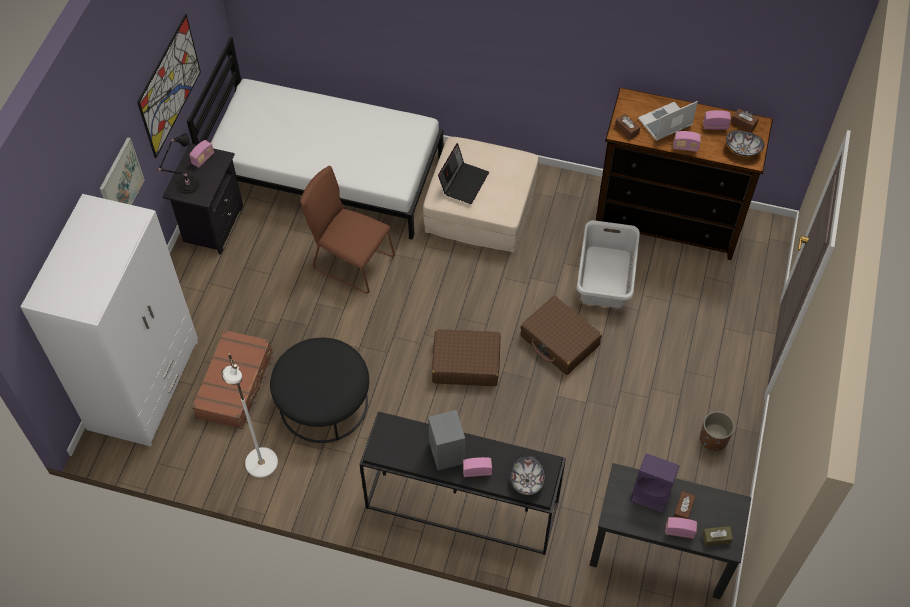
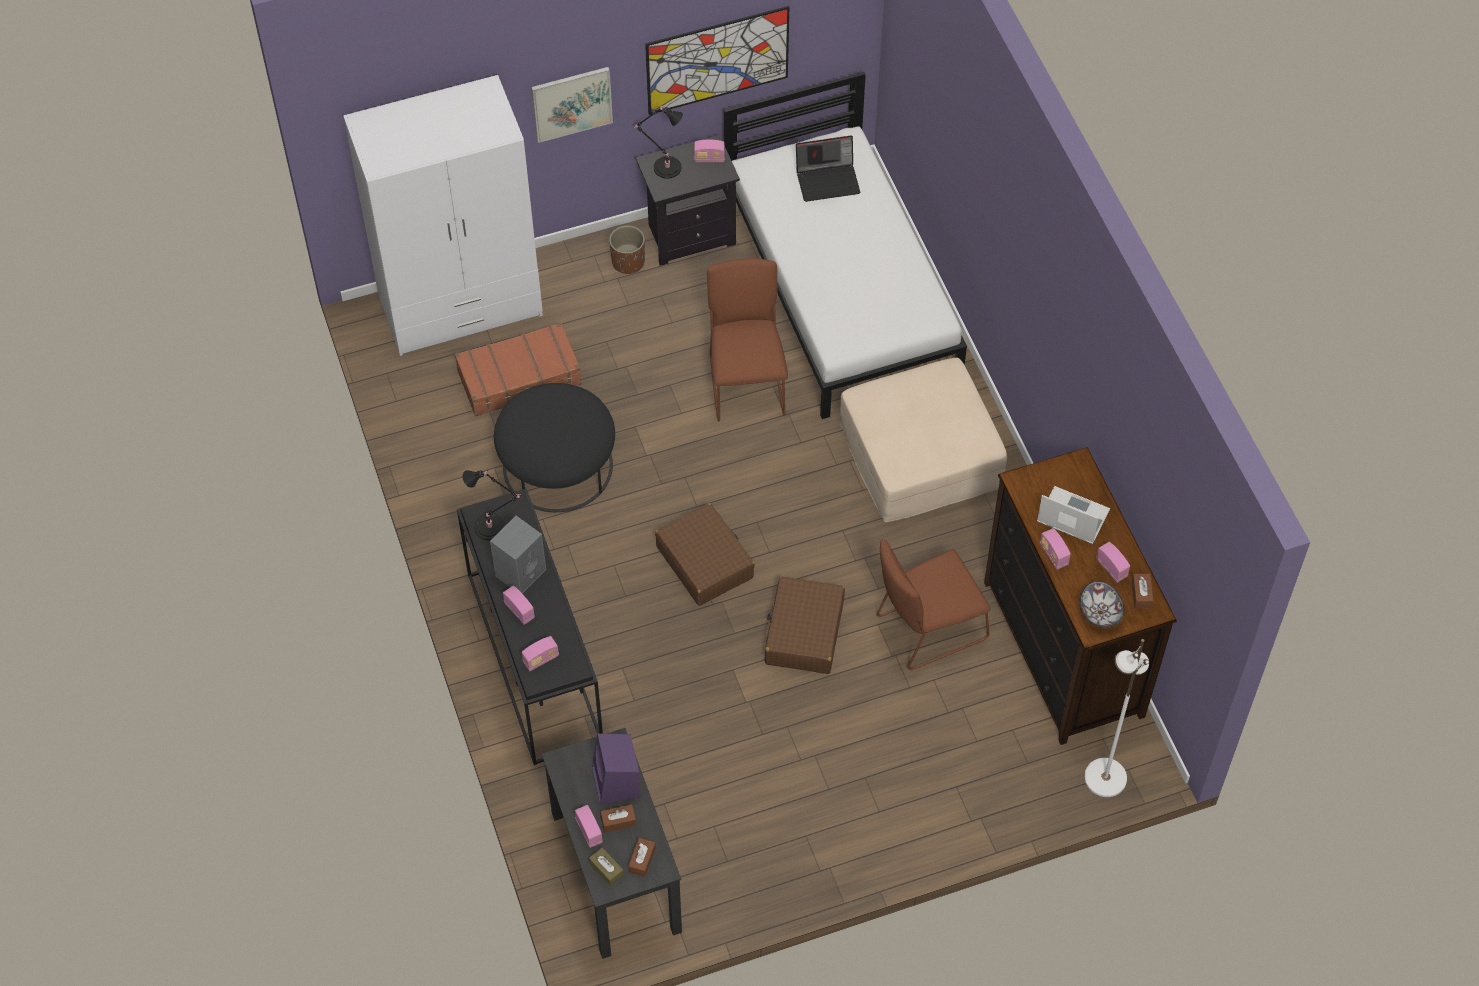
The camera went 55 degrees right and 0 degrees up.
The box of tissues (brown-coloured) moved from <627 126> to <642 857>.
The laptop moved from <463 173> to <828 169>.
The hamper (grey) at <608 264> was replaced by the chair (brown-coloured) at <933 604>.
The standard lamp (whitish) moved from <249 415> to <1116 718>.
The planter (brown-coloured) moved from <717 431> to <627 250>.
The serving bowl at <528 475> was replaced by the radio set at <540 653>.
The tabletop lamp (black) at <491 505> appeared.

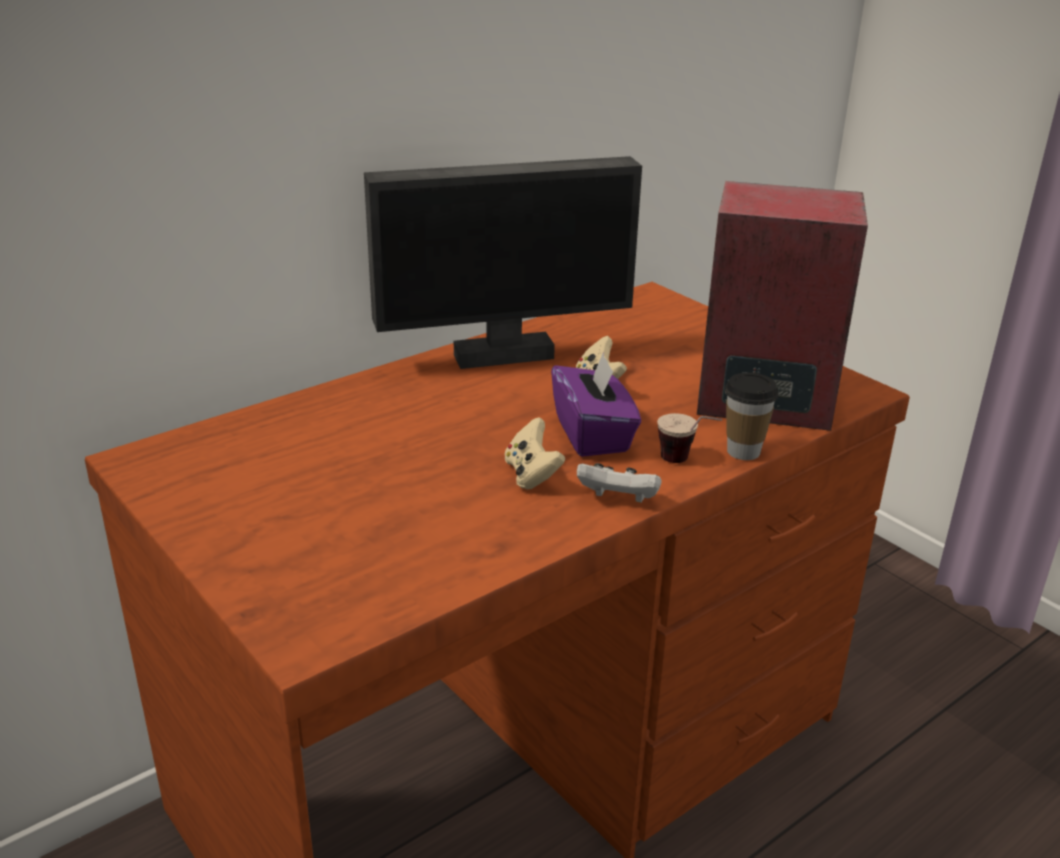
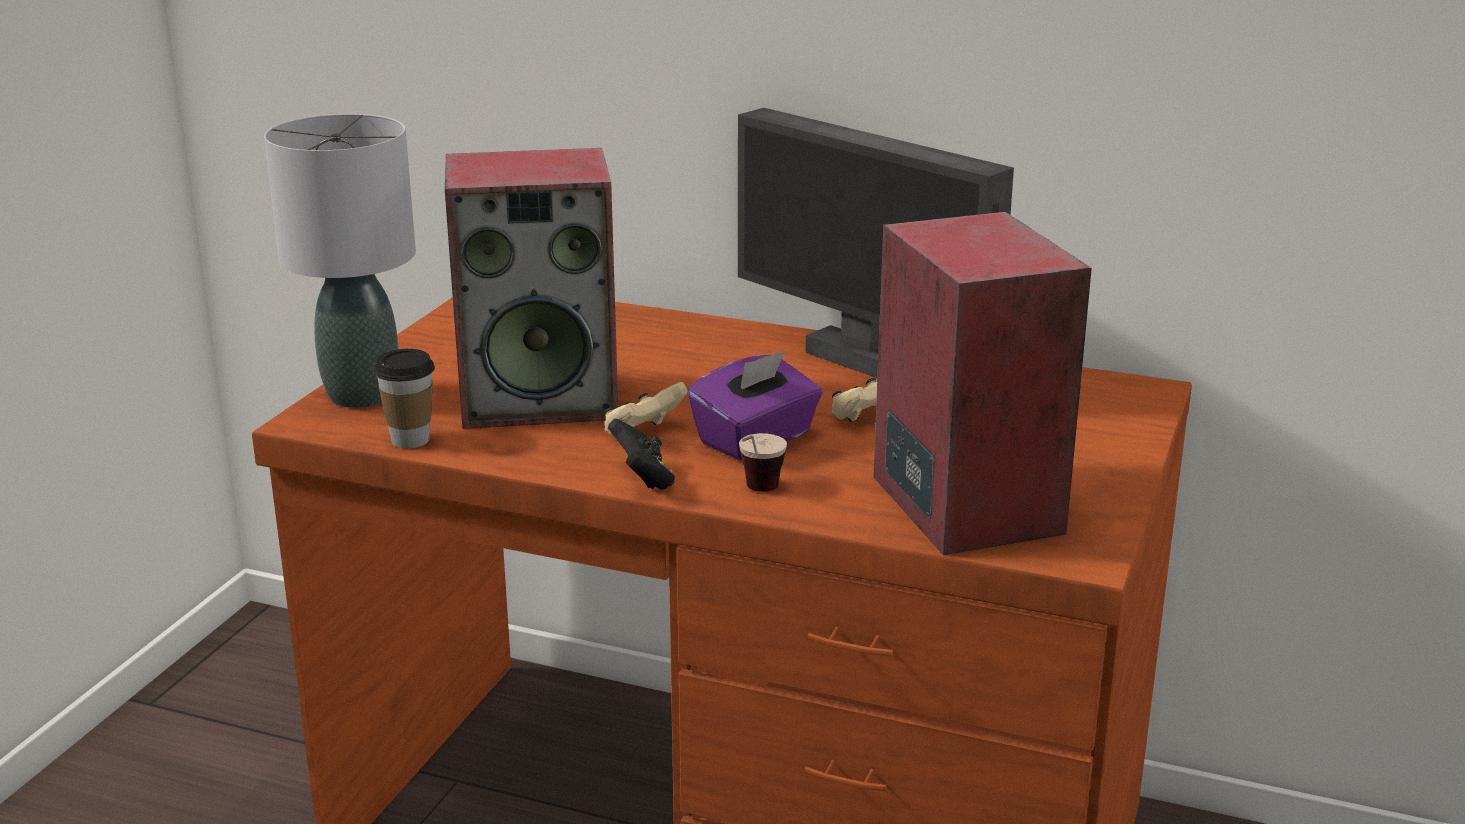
The camera went 60 degrees right and 5 degrees down.
The drinking cup moved from <751 416> to <404 398>.
The game controller (whitish) at <619 483> became the game controller (black) at <641 454>.
The tabletop lamp (grey) at <340 261> appeared.
The audio speaker at <531 288> appeared.

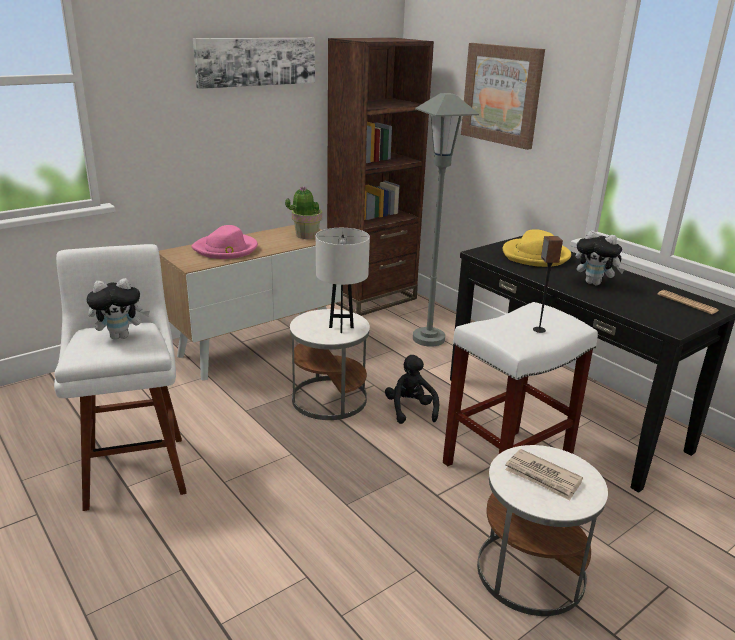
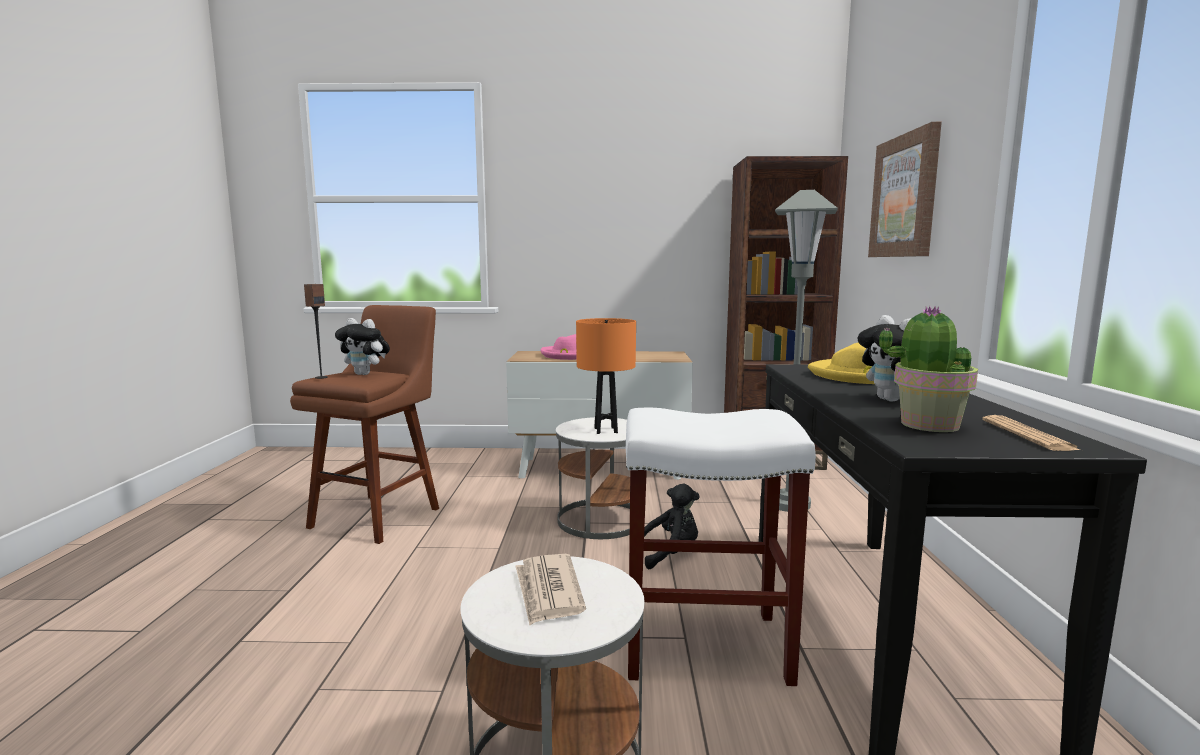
The camera went 40 degrees right and 15 degrees down.
The picture at <254 63> disappeared.
The houseplant moved from <303 212> to <928 369>.
The tabletop lamp (whitish) at <343 280> became the tabletop lamp (orange-coloured) at <606 376>.
The audio speaker moved from <548 284> to <316 331>.
The sitting stool (whitish) at <120 377> became the sitting stool (brown-coloured) at <364 424>.
The plush toy (black) at <412 389> turned 45 degrees clockwise.

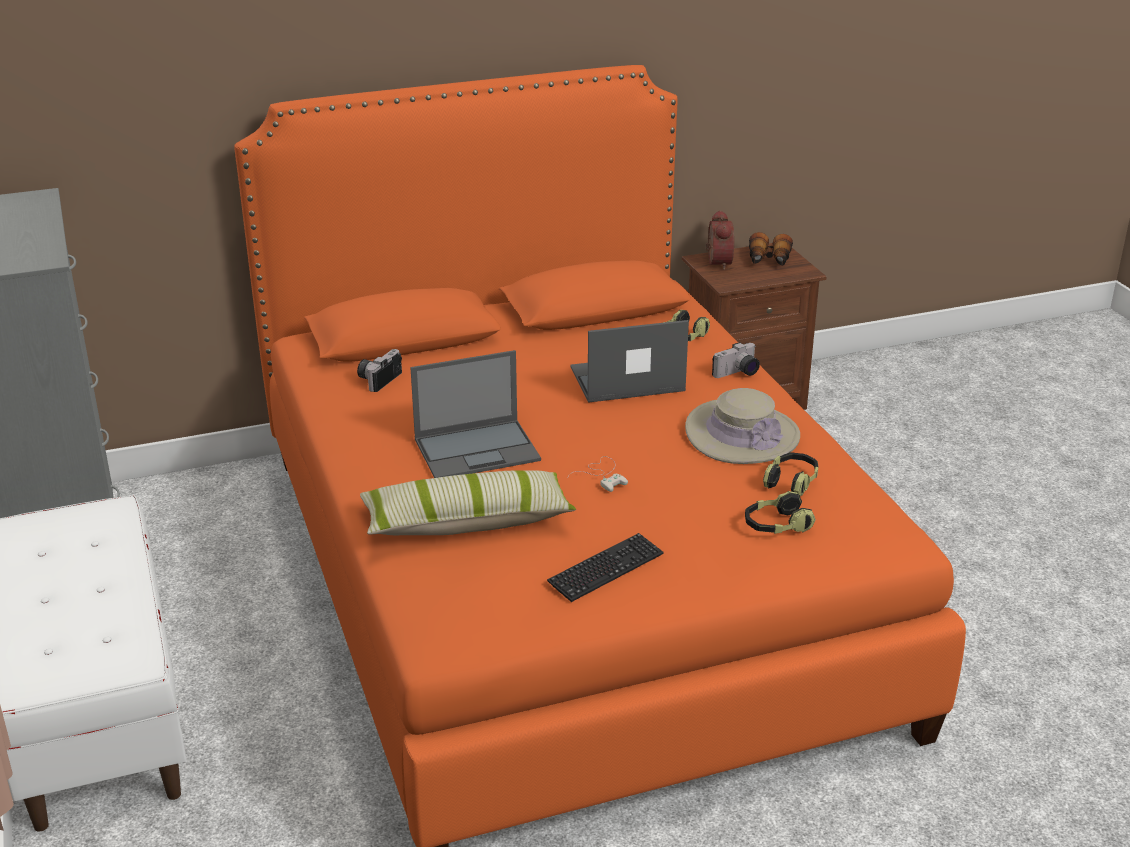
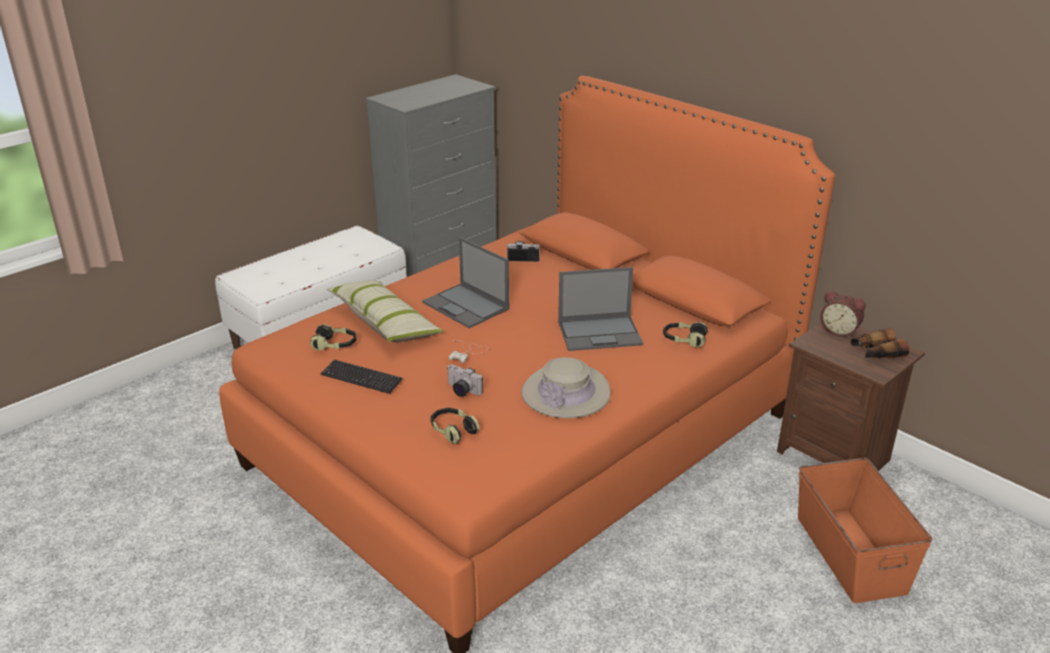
The camera went 65 degrees right and 0 degrees up.
The bedside clock at <719 240> turned 60 degrees clockwise.
The laptop at <629 361> turned 120 degrees clockwise.
The still camera moved from <736 360> to <465 381>.
The pair of headphones moved from <790 474> to <333 337>.
The storage container (orange-coloured) at <865 530> appeared.

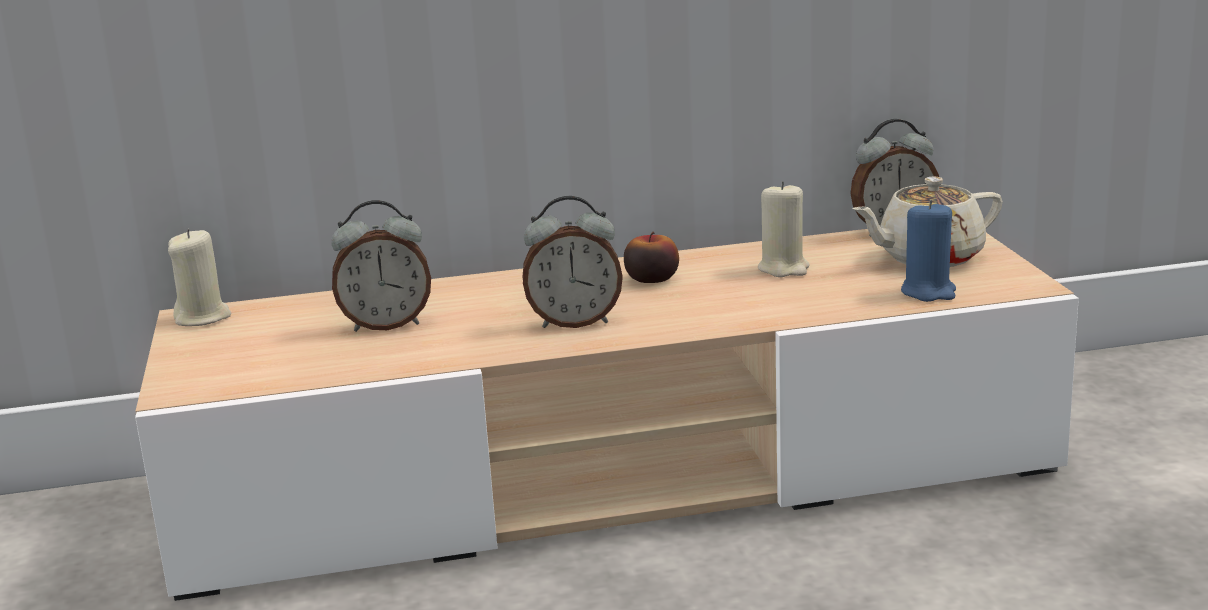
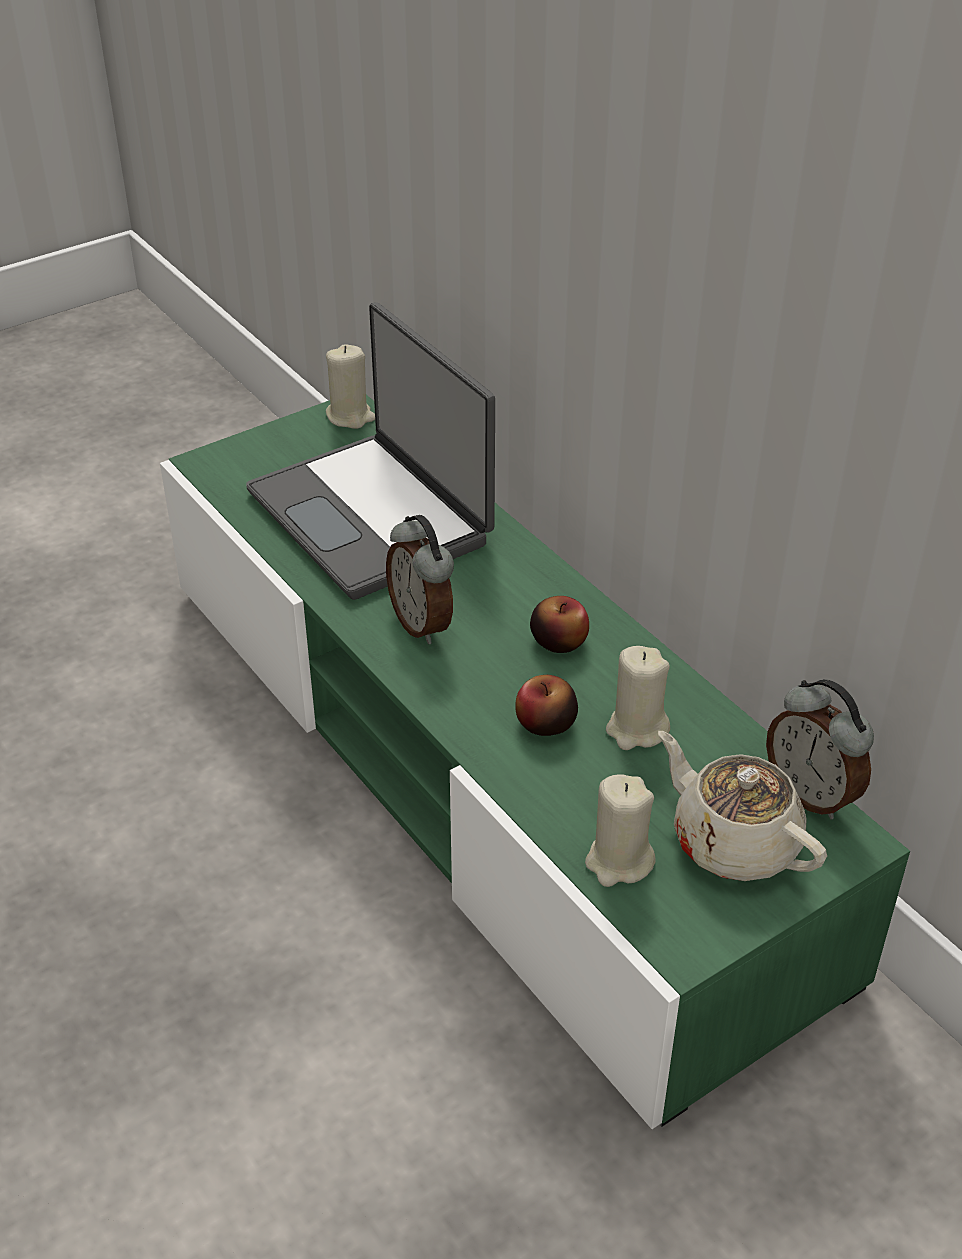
The camera went 65 degrees right and 20 degrees up.
The bedside clock at <381 266> was replaced by the laptop at <370 451>.
The wax light (blue) at <928 251> became the wax light (beige) at <620 830>.
The tv stand (beige) at <607 415> became the tv stand (greenish) at <535 762>.
The whole apple at <546 705> appeared.

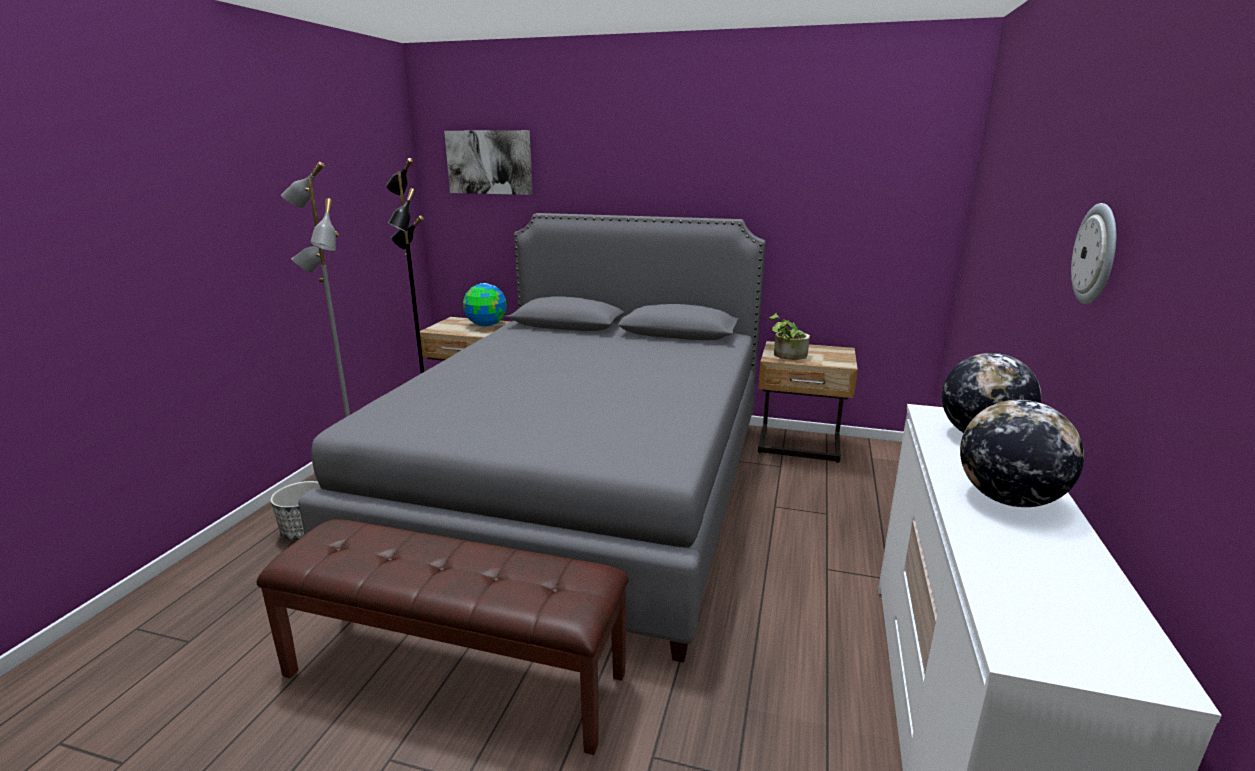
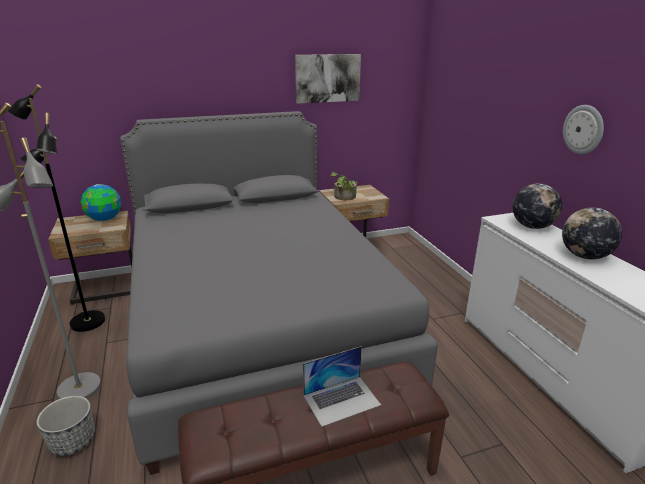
The camera went 35 degrees left and 5 degrees up.
The picture moved from <488 162> to <328 79>.
The laptop at <342 386> appeared.

